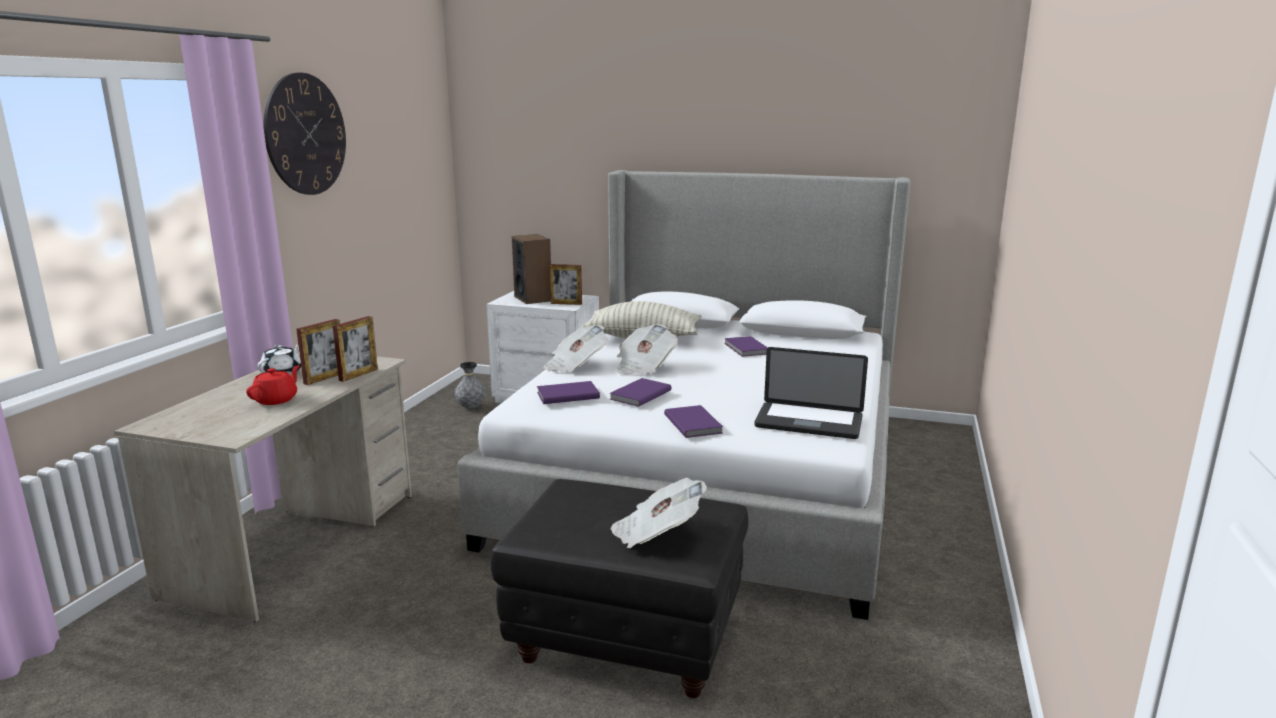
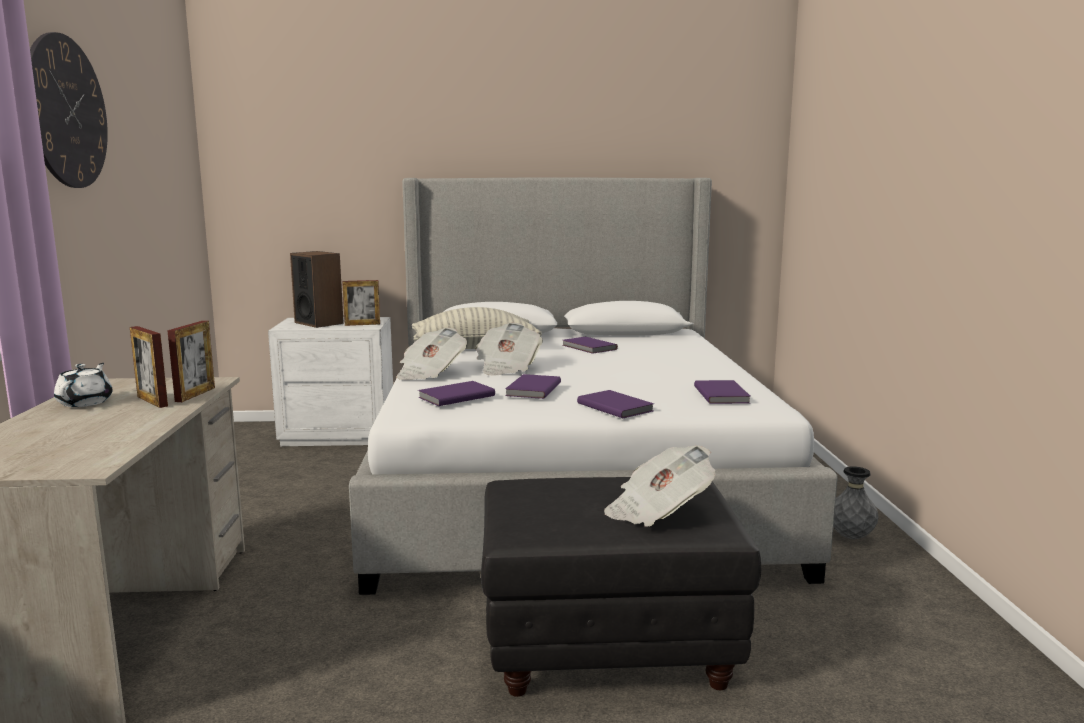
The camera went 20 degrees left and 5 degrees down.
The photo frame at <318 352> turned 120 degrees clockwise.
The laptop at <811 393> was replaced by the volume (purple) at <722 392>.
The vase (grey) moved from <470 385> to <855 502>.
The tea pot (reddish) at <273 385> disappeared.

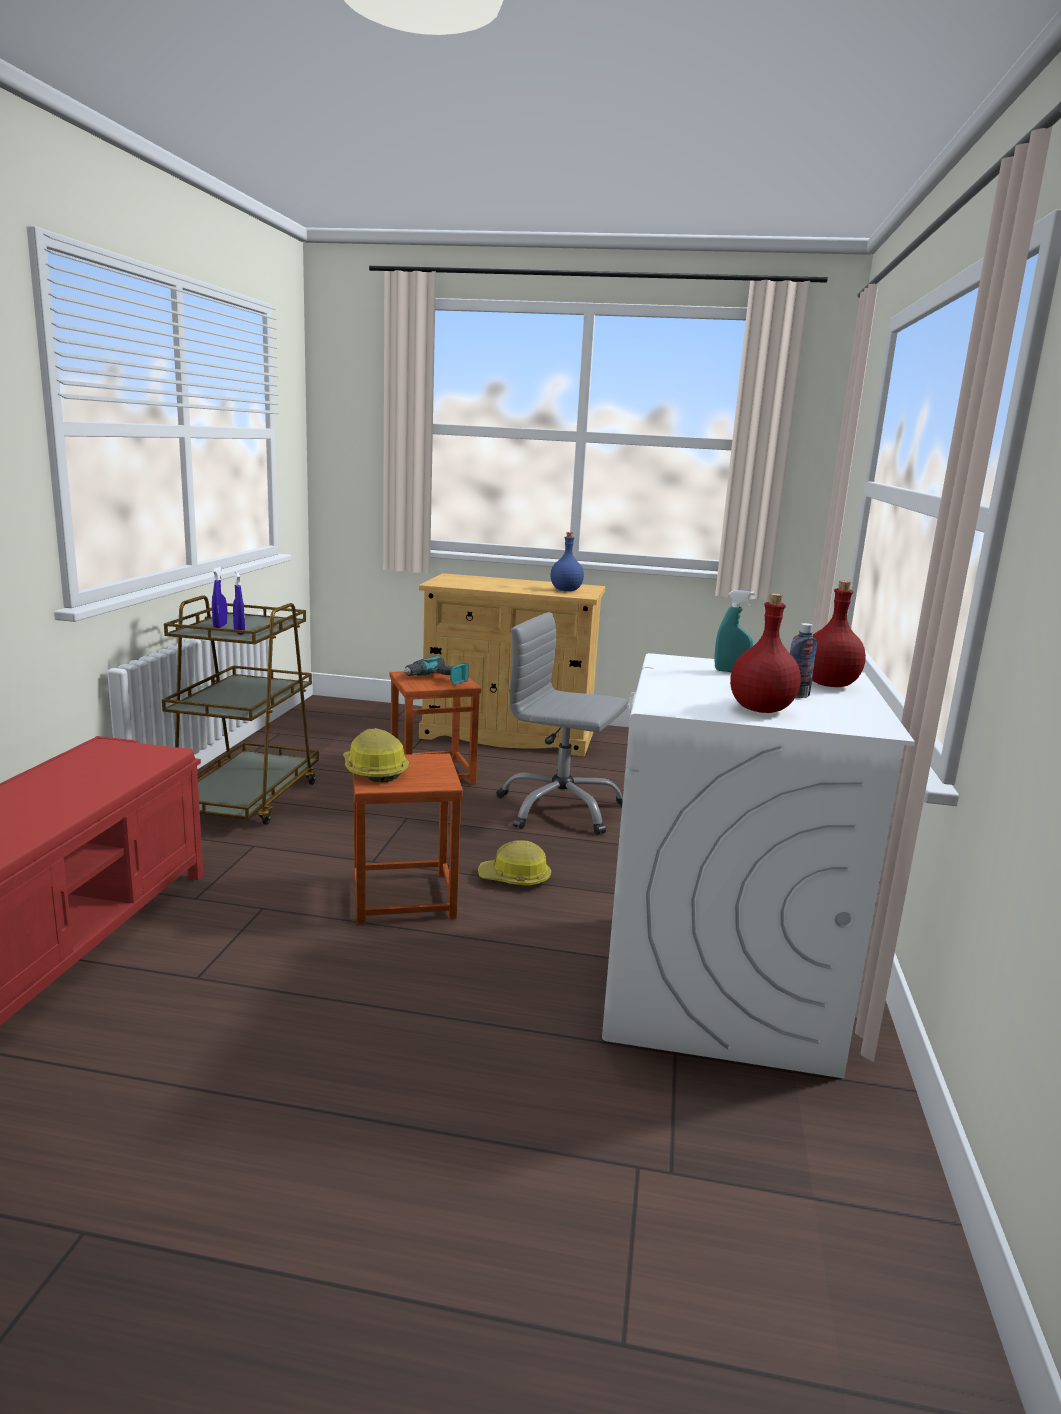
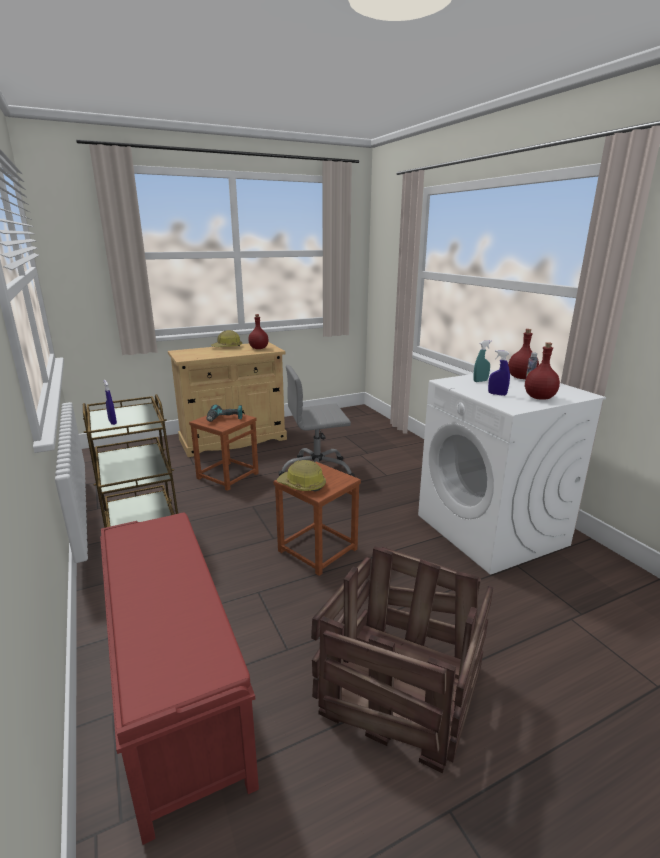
The camera went 35 degrees left and 5 degrees up.
The drink bottle (blue) at <567 561> became the drink bottle (reddish) at <258 331>.
The hand sprayer (blue) moved from <239 603> to <499 373>.
The hard hat moved from <514 862> to <226 338>.
The packing crate at <402 659> appeared.

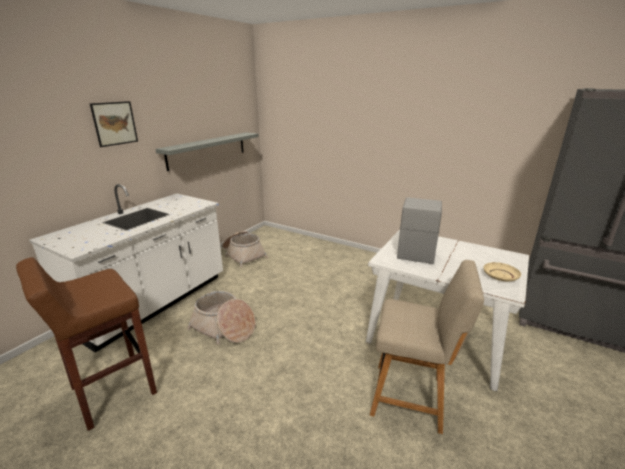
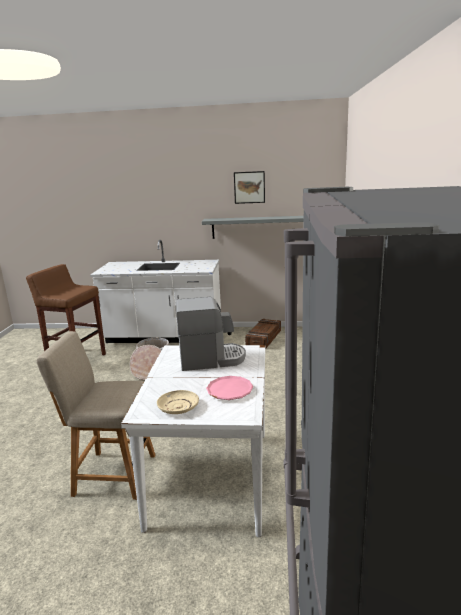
The camera went 65 degrees right and 5 degrees down.
The picture moved from <114 124> to <249 187>.
The basket at <245 249> was replaced by the packing crate at <263 333>.
The chair (beige) at <427 347> turned 105 degrees clockwise.
The dinner plate (pink-coloured) at <229 388> appeared.

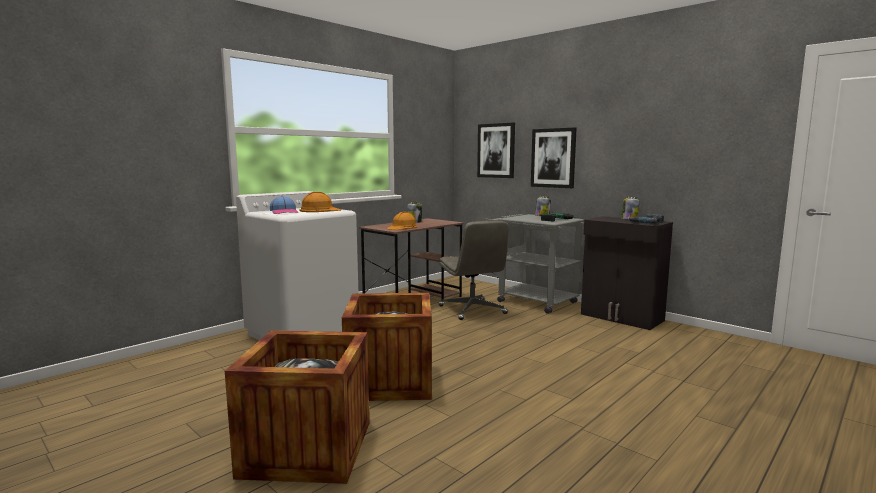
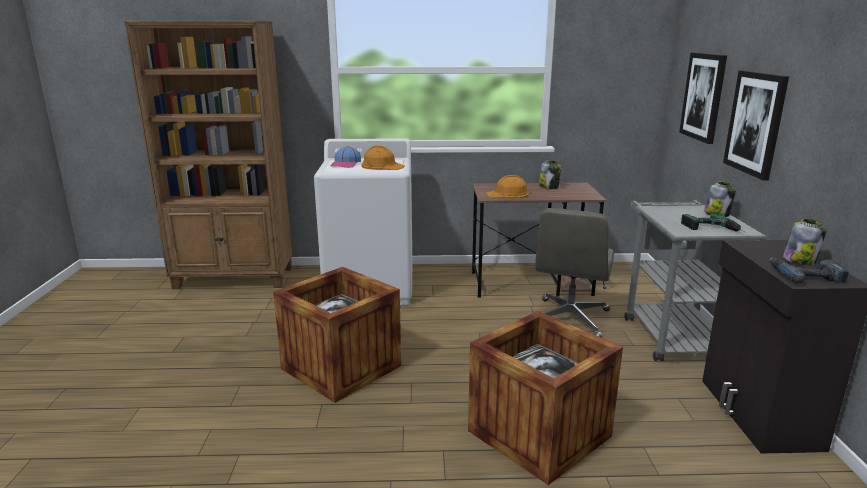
The camera went 45 degrees right and 10 degrees up.
The packing crate moved from <297 407> to <545 398>.
The bookshelf (brown-coloured) at <208 155> appeared.

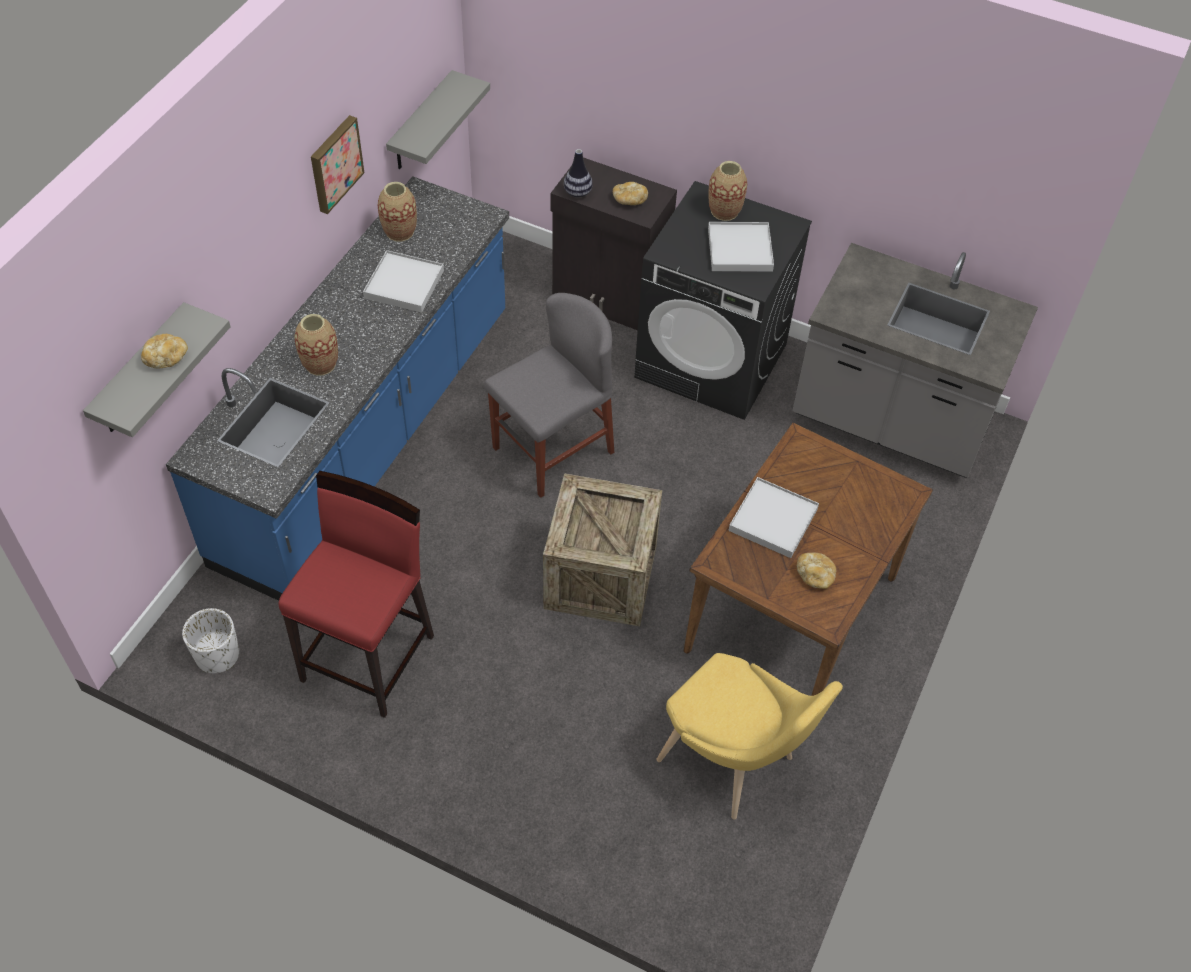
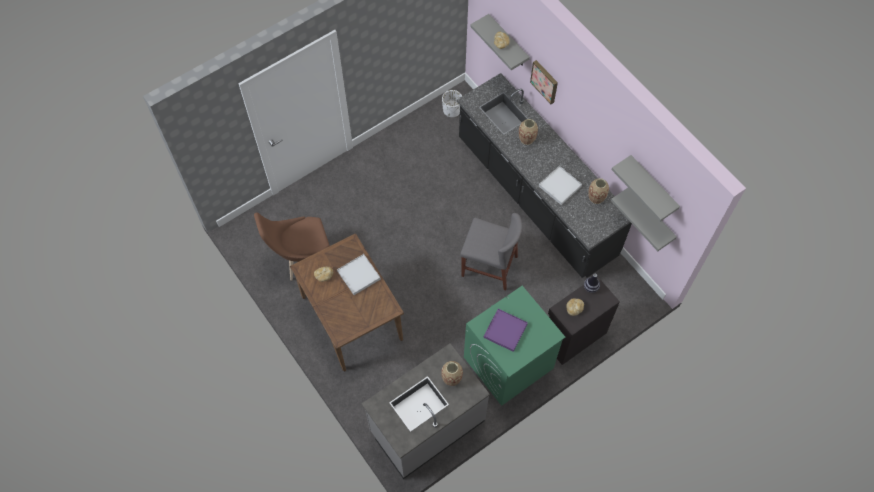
The camera went 120 degrees right and 10 degrees up.
The picture moved from <338 164> to <544 82>.
The vase moved from <727 191> to <452 373>.
The kitchen base unit (blue) at <337 388> became the kitchen base unit (black) at <544 175>.
The washing machine (black) at <723 300> became the washing machine (greenish) at <514 346>.
The tray (whitish) at <741 247> became the tray (purple) at <506 330>.
The chair (grey) at <549 395> turned 60 degrees counterclockwise.
The sitting stool (reddish) at <356 594> disappeared.
The packing crate at <602 549> disappeared.
The chair (yellow-coloured) at <749 736> became the chair (brown-coloured) at <292 247>.
The wall shelf (grey) at <645 188> appeared.

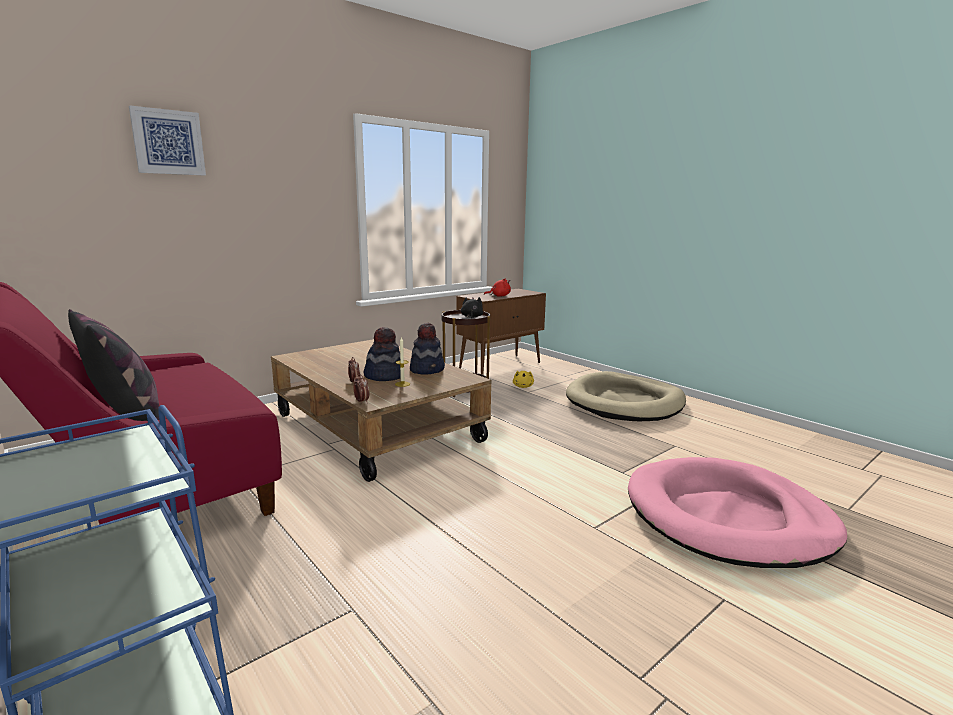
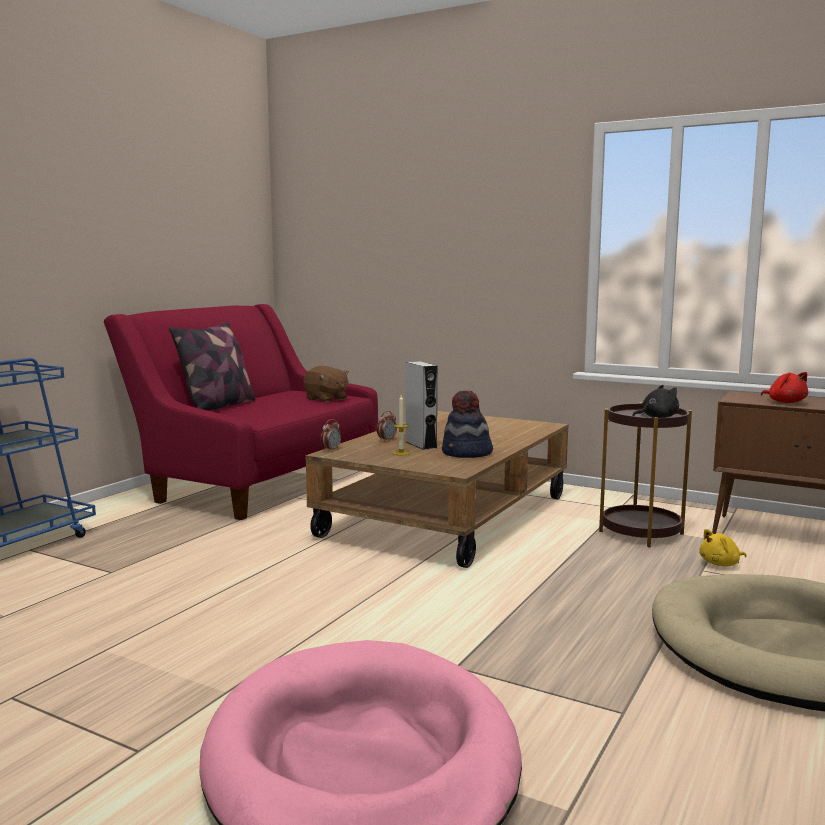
The camera went 70 degrees right and 5 degrees down.
The picture at <167 140> disappeared.
The hat at <382 354> was replaced by the audio speaker (grey) at <421 405>.
The plush toy (brown-coloured) at <326 384> appeared.

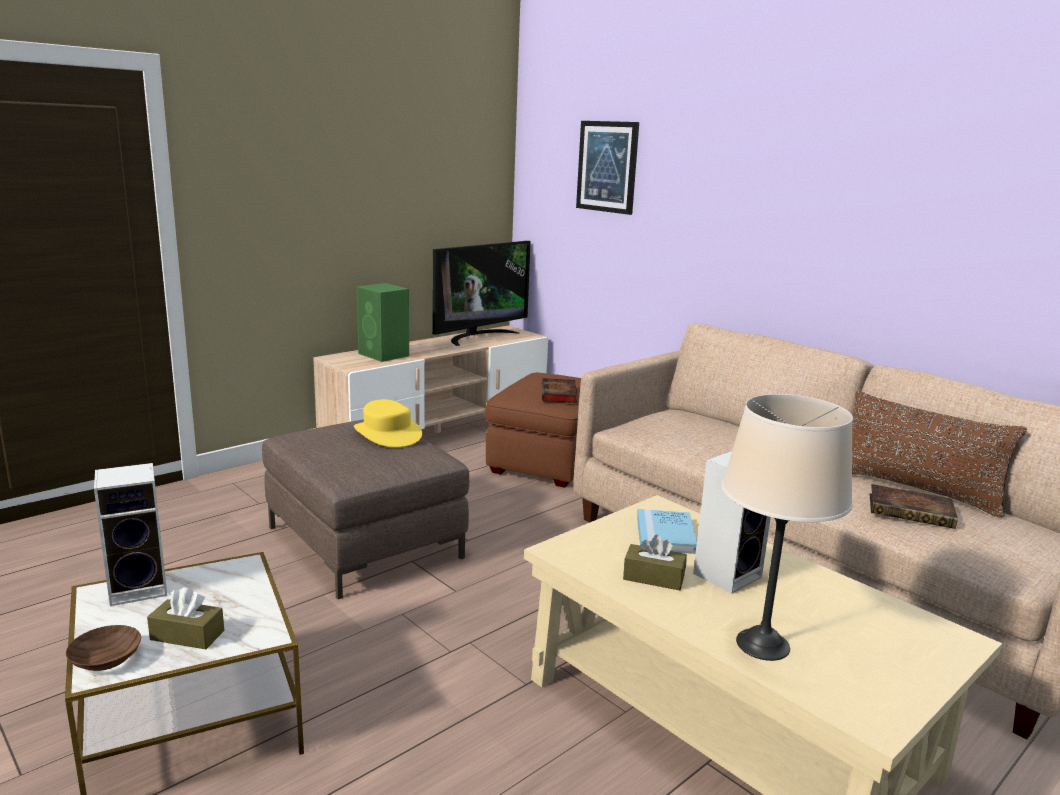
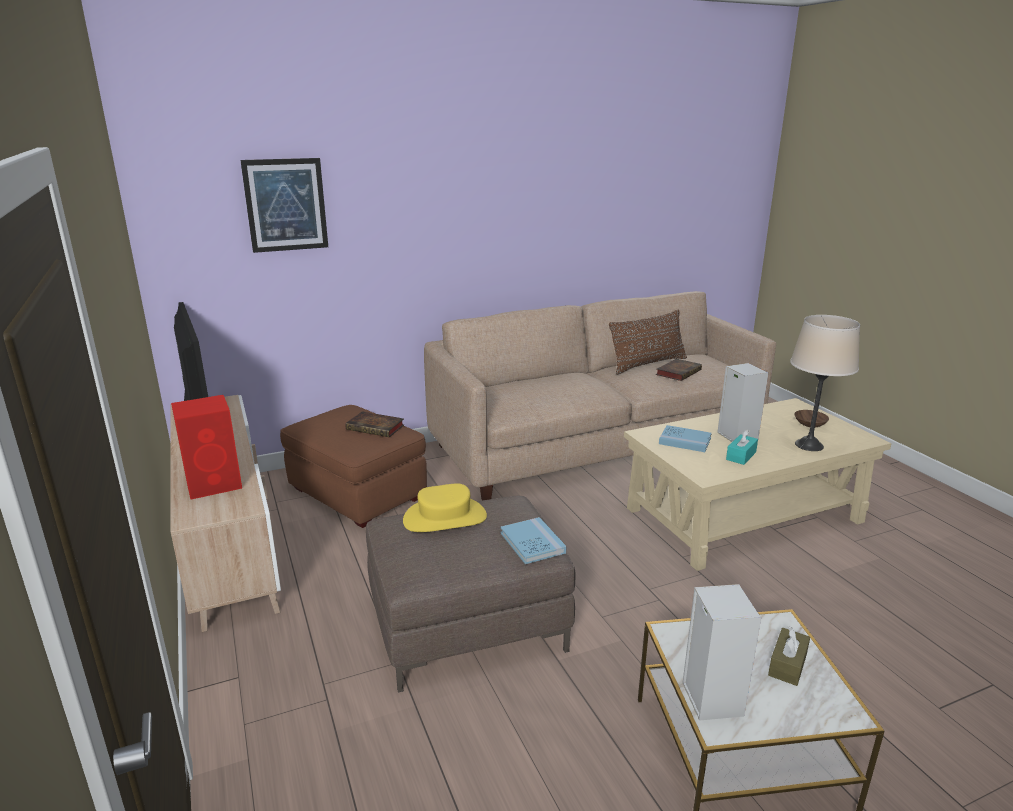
The camera went 70 degrees left and 5 degrees up.
The audio speaker (greenish) at <383 322> became the audio speaker (reddish) at <206 447>.
The box of tissues (brown-coloured) at <655 562> became the box of tissues (turquoise) at <742 447>.
The serving bowl (brown-coloured) moved from <103 648> to <811 418>.
The volume (blue) at <533 540> appeared.

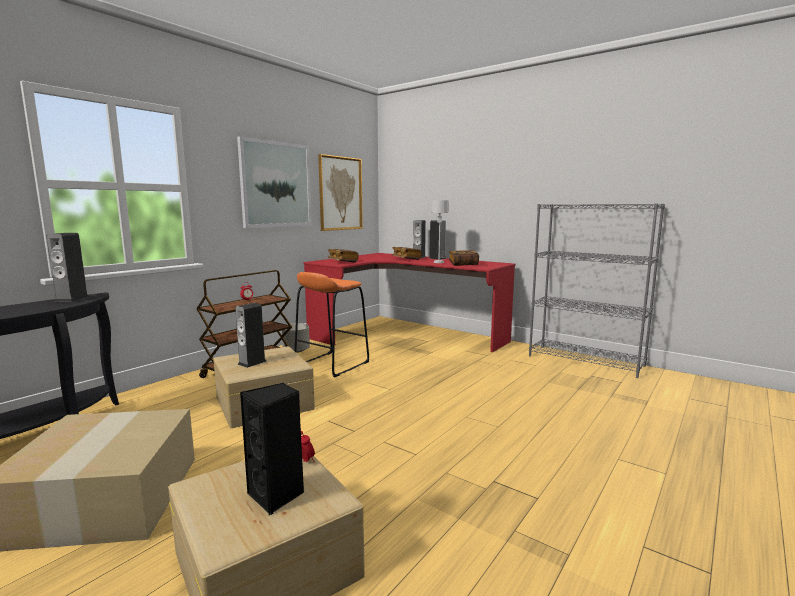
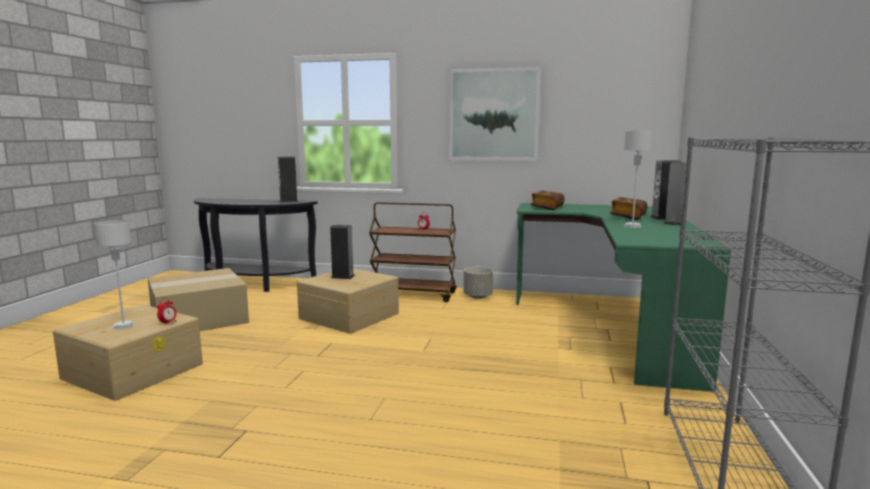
The camera went 65 degrees right and 0 degrees up.
The picture at <340 192> disappeared.
The volume at <464 258> disappeared.
The desk table (reddish) at <409 302> became the desk table (greenish) at <623 297>.
The sitting stool (orange-coloured) at <332 324> disappeared.
The audio speaker (black) at <272 449> was replaced by the tabletop lamp (grey) at <114 274>.

